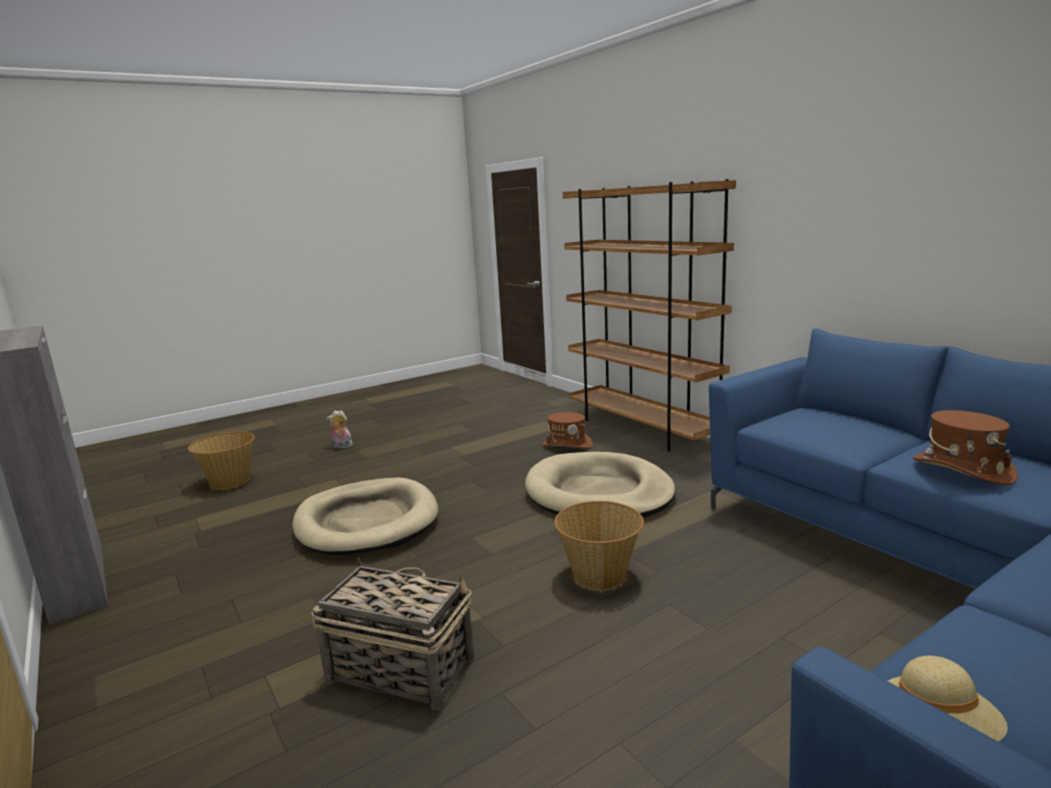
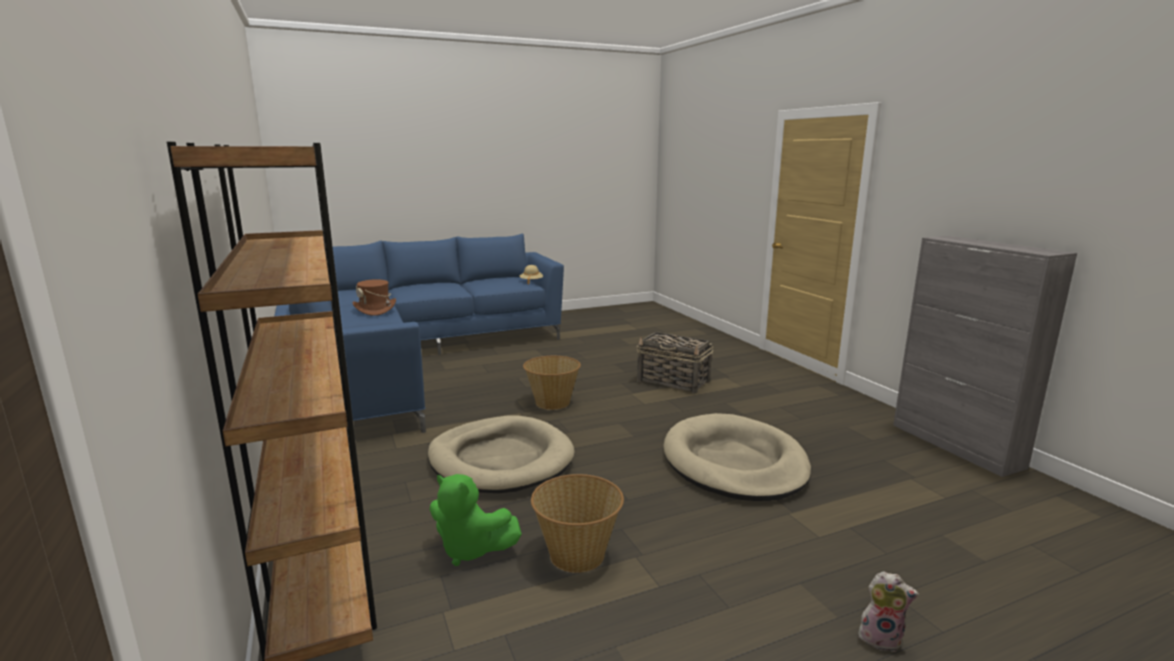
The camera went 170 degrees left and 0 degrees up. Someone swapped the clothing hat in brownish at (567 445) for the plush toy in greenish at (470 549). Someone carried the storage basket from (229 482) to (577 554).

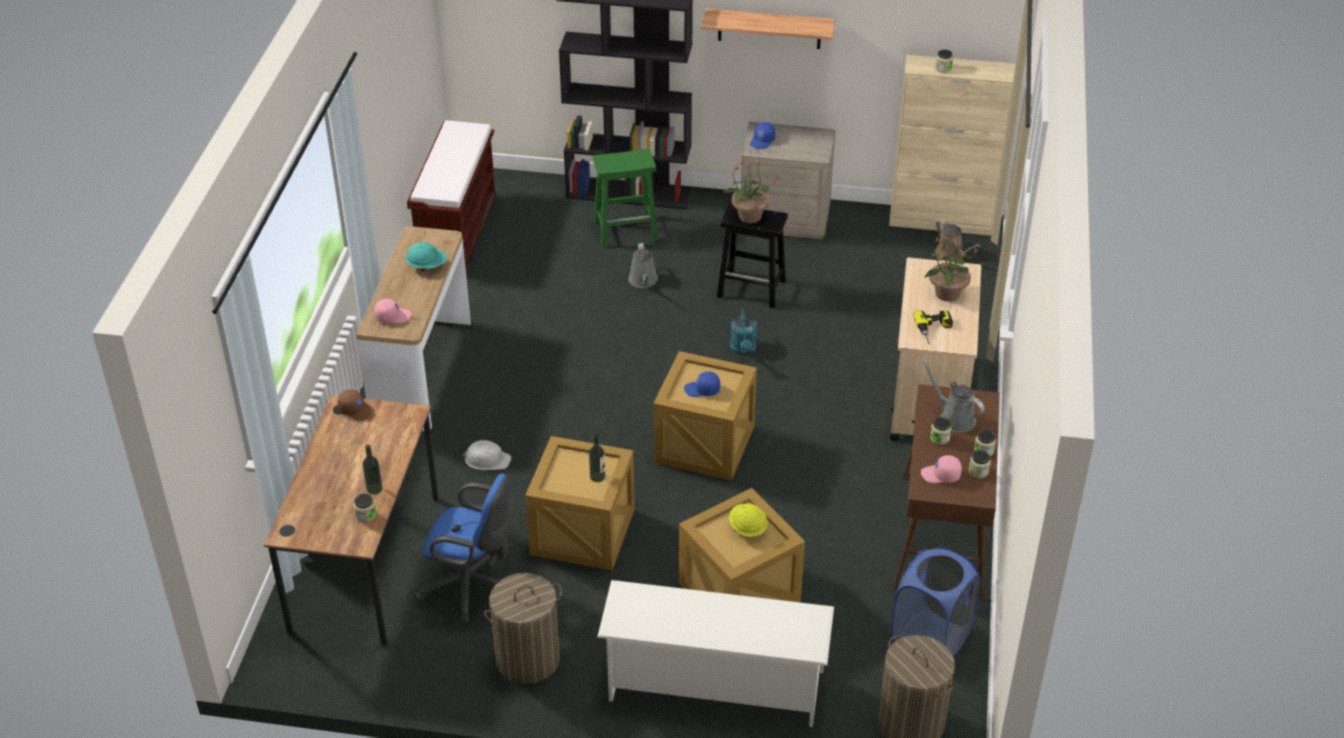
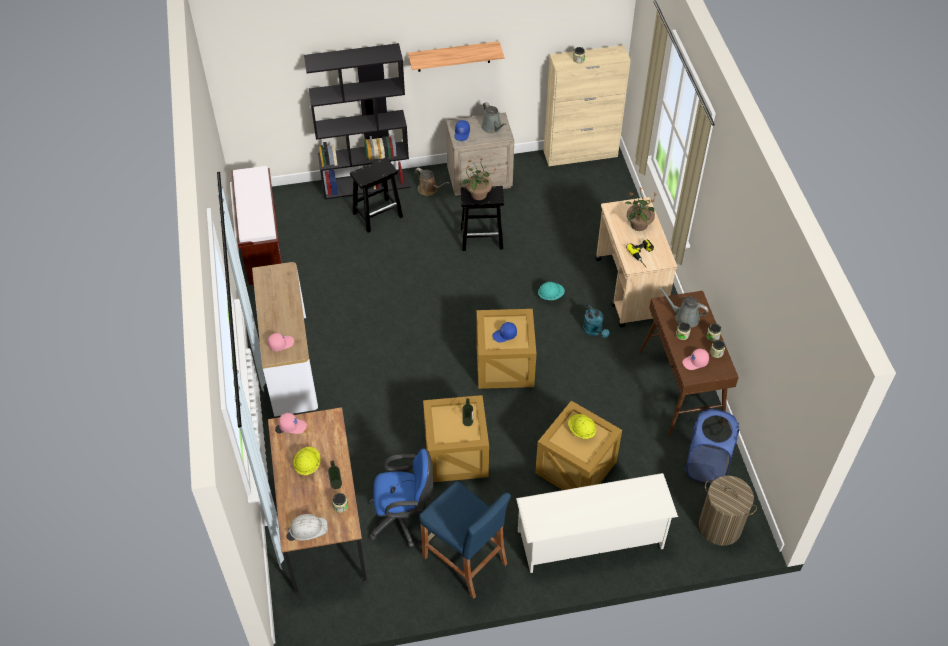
The camera went 20 degrees left and 10 degrees up. Someone repainted the sitting stool in greenish at (626 230), which became the sitting stool in black-coloured at (378 214). Someone carried the watering can in brownish from (951 255) to (429 189). Someone carried the safety helmet in blue-green from (427 266) to (550 296). Someone carried the watering can in gray from (643 281) to (492 128). Someone carried the watering can in blue-green from (743 350) to (594 331). Someone repainted the peaked cap in brownish at (357 410), which became the peaked cap in pink-coloured at (292 426). Someone carried the safety helmet in white-coloured from (487 459) to (308 528). Someone swapped the washing basket at (527 659) for the sitting stool in blue at (464 560). Someone put down the safety helmet in yellowish at (307 465).

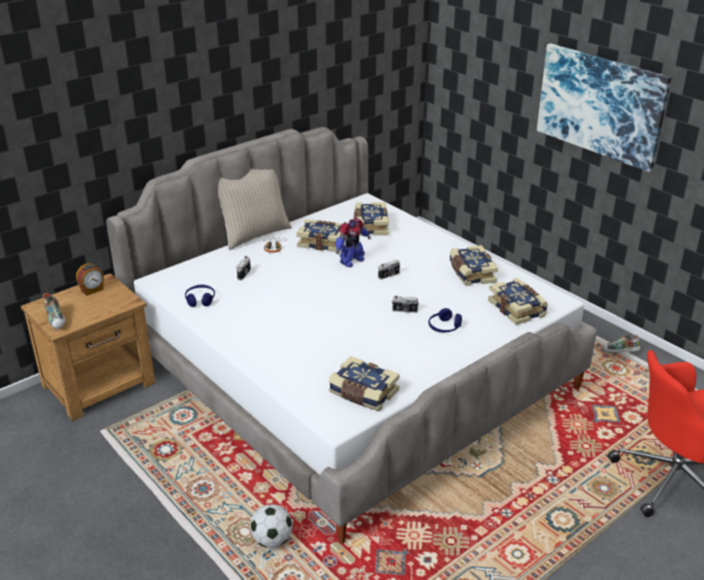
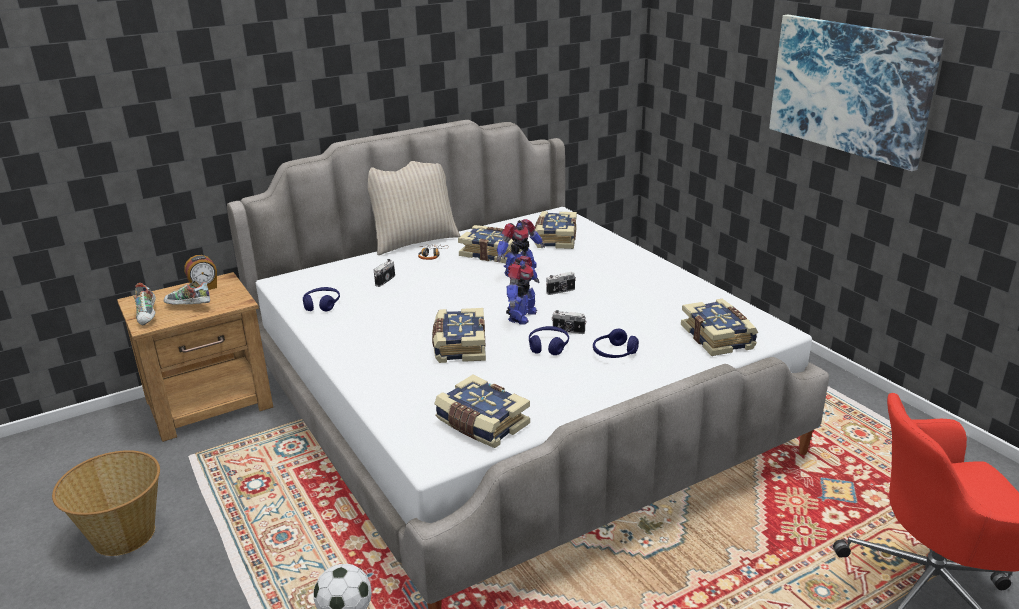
The camera went 10 degrees right and 5 degrees down. Someone carried the bound book from (471 273) to (459 346). Someone carried the low shoe from (619 353) to (188 307). Someone put down the robot figure at (521 316). Someone put down the headphones in blue at (548 346). Someone put down the storage basket at (123 534).

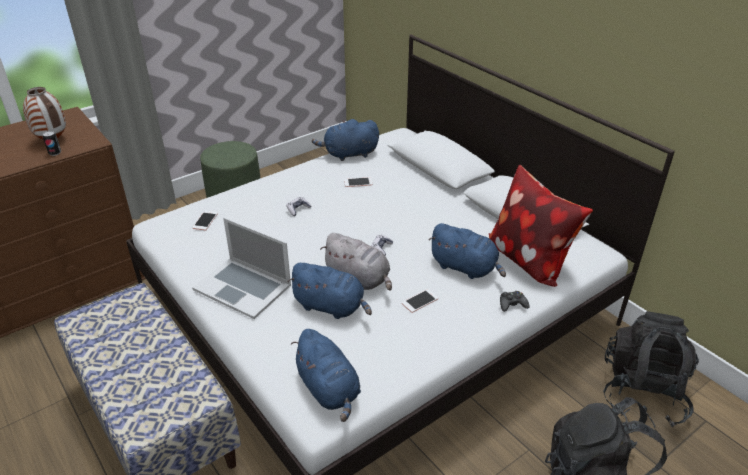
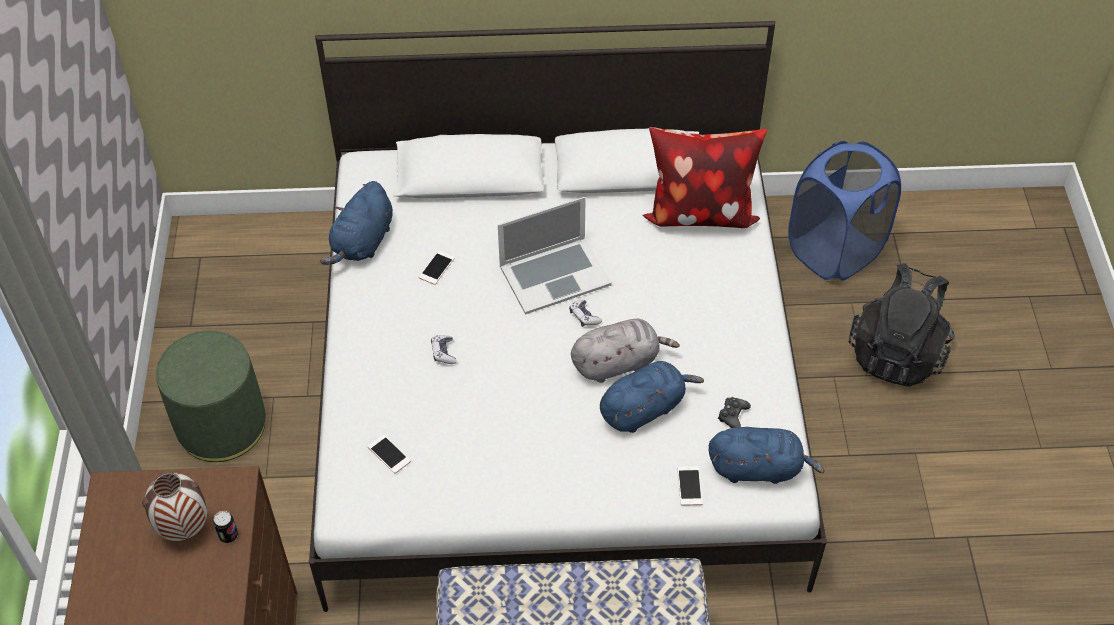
The camera went 55 degrees left and 15 degrees up. Someone carried the laptop from (243 287) to (554 274). Someone took away the plush toy in blue at (465 268). Someone carried the telephone from (420 301) to (689 486). Someone carried the gamepad in black-coloured from (512 304) to (733 415). Someone swapped the knapsack in black-coloured at (642 392) for the washing basket in blue at (834 251).

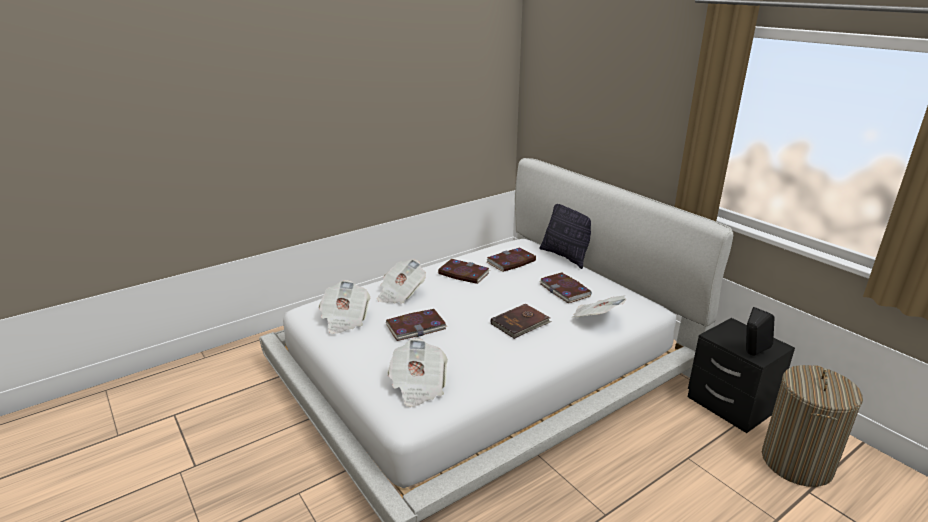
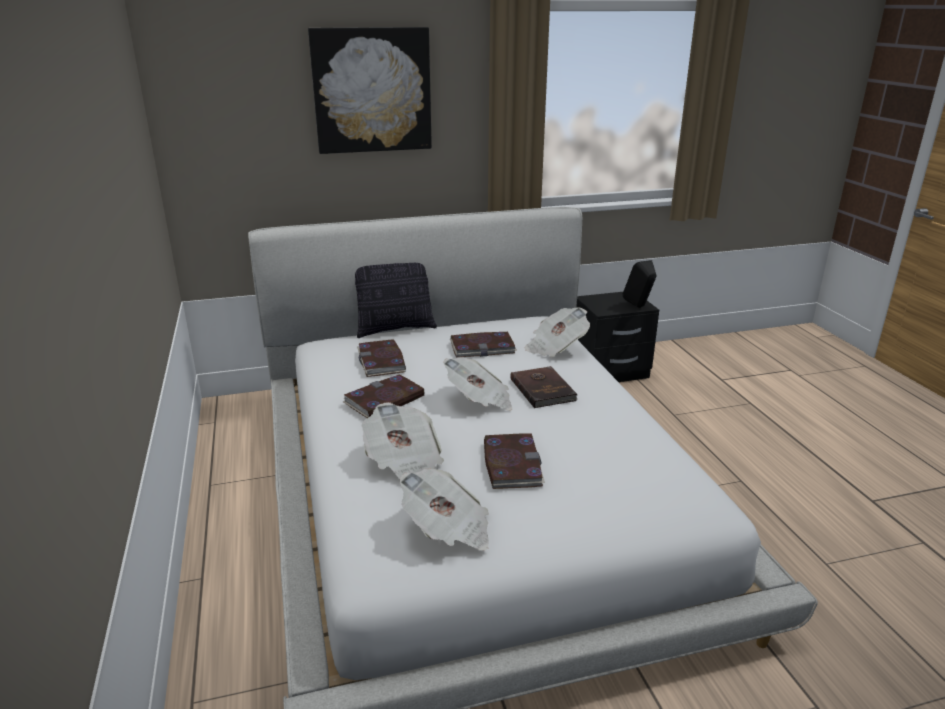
The camera went 70 degrees left and 0 degrees up. Someone carried the newspaper from (418 386) to (479 400). Someone took away the washing basket at (796 462). Someone put up the wall picture at (372 90).

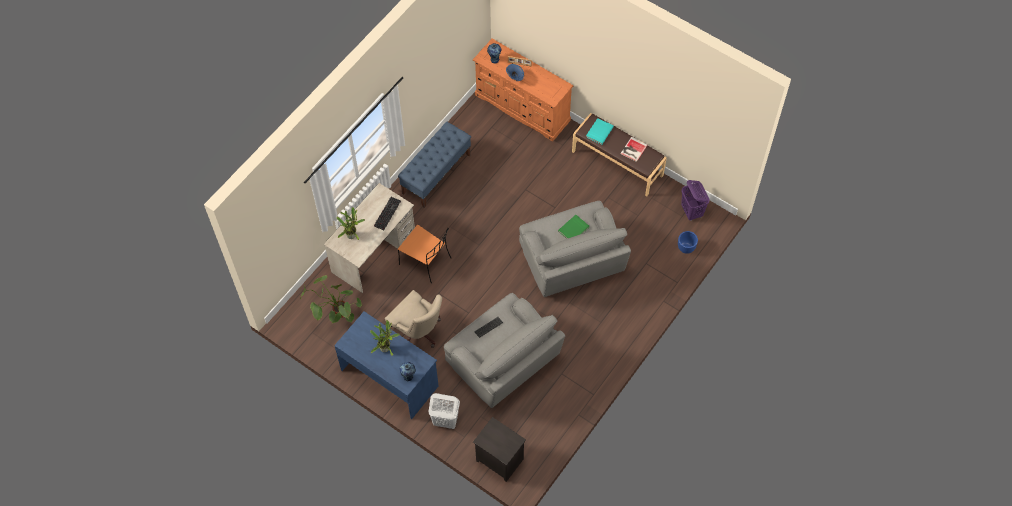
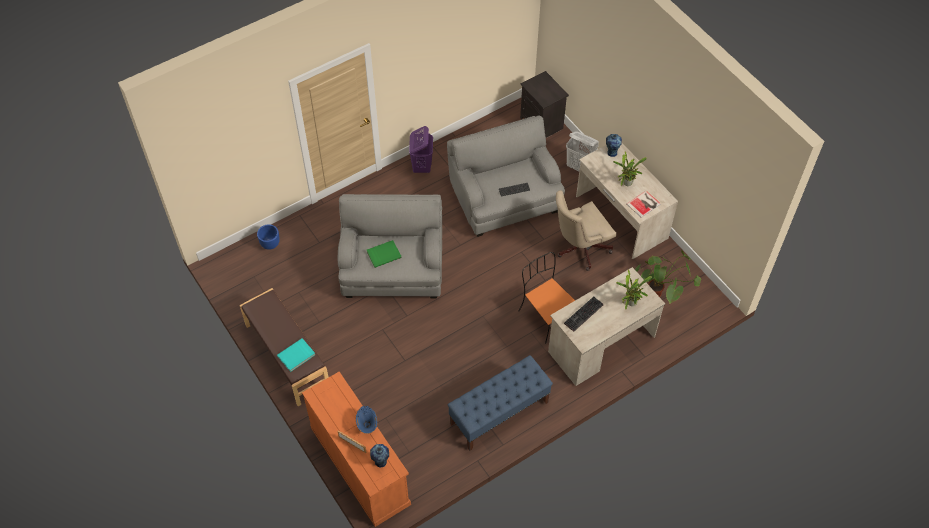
The camera went 160 degrees left and 5 degrees down. Someone carried the bound book from (633 149) to (644 204). Someone carried the washing basket in purple-coloured from (692 212) to (422 166). Someone rotated the desk chair in beige-coloured at (418 333) by 90 degrees counterclockwise. Someone repainted the desk unit in blue at (390 377), which became the desk unit in beige-coloured at (620 217).

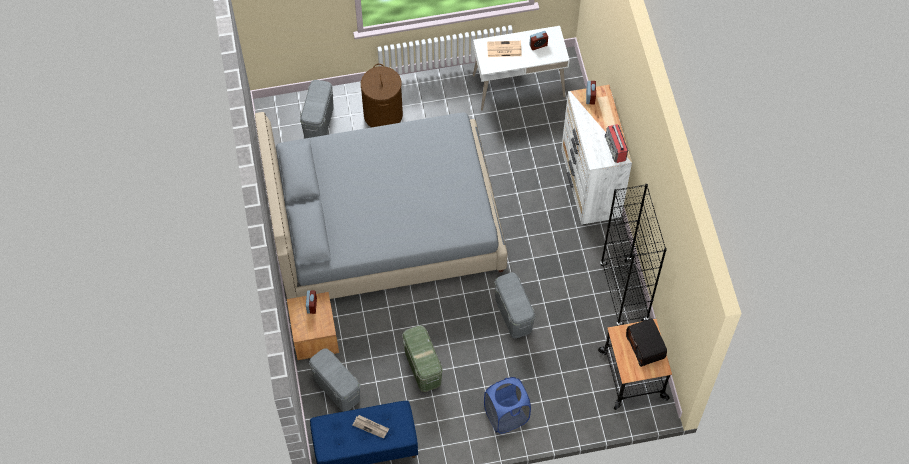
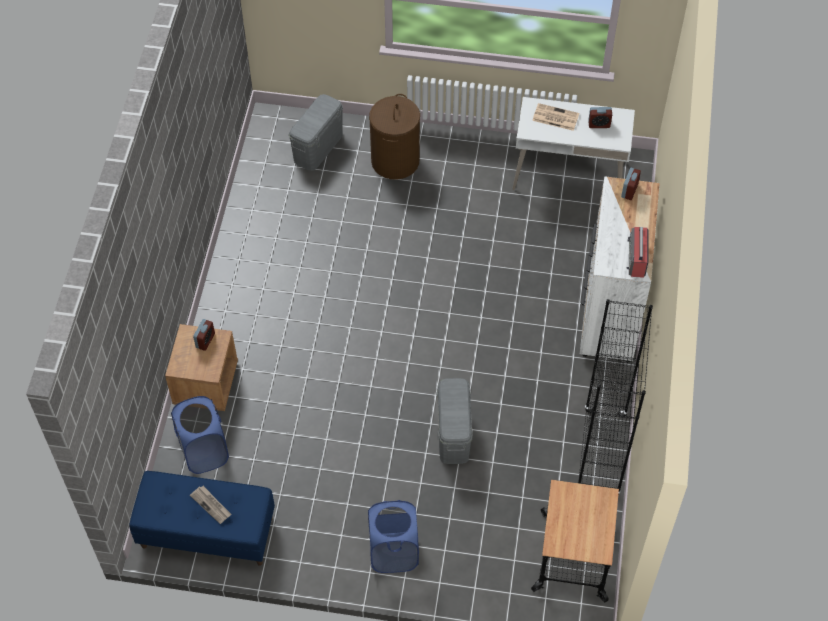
The camera went 20 degrees right and 5 degrees down. Someone took away the bedroom bed in gray at (384 224). Someone took away the radio set at (646 347). Someone took away the storage container in greenish at (423 367). Someone swapped the storage container in gray at (336 388) for the washing basket in blue at (204 452).

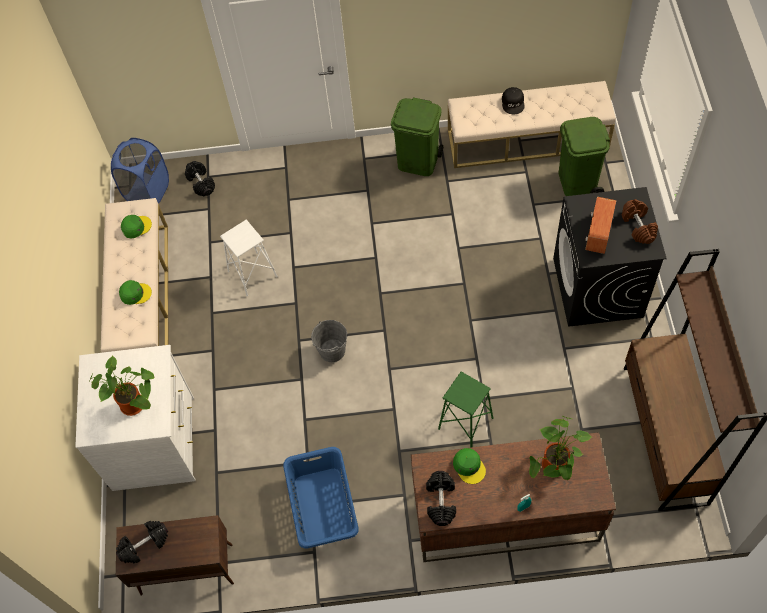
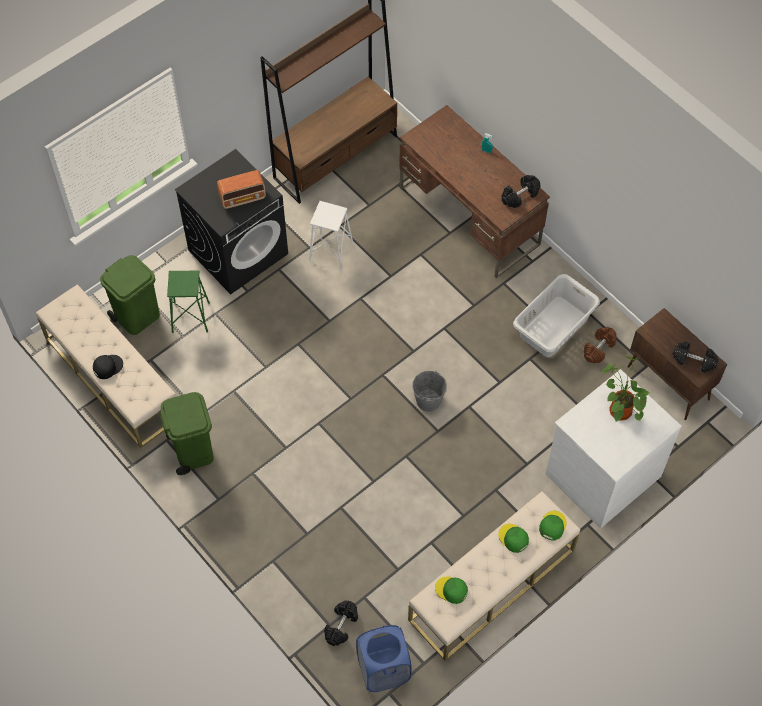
The camera went 130 degrees left and 0 degrees up. Someone carried the hand weight in brownish from (638 227) to (599 348). Someone carried the sitting stool in white-coloured from (252 274) to (331 252). Someone carried the sitting stool in greenish from (465 423) to (190 317). Someone took away the plant in a pot at (555 468). Someone repainted the washing basket in blue at (323 507), which became the washing basket in gray at (554 327). Someone carried the peaked cap in greenish from (469 466) to (552 526).

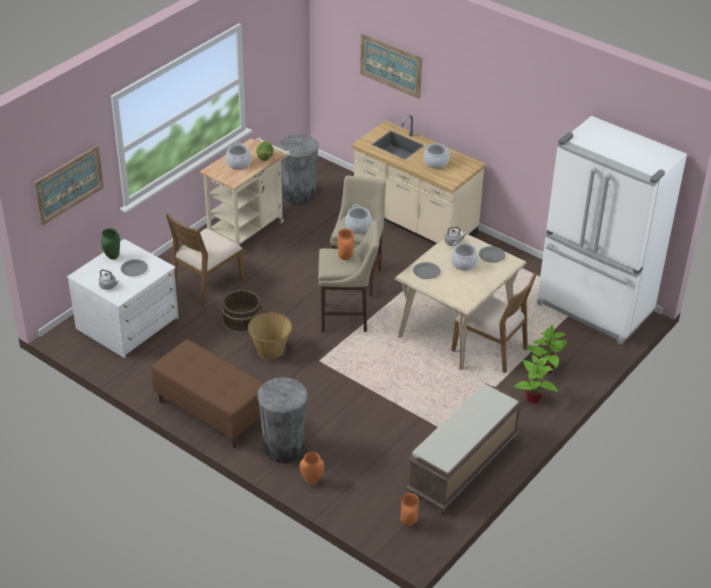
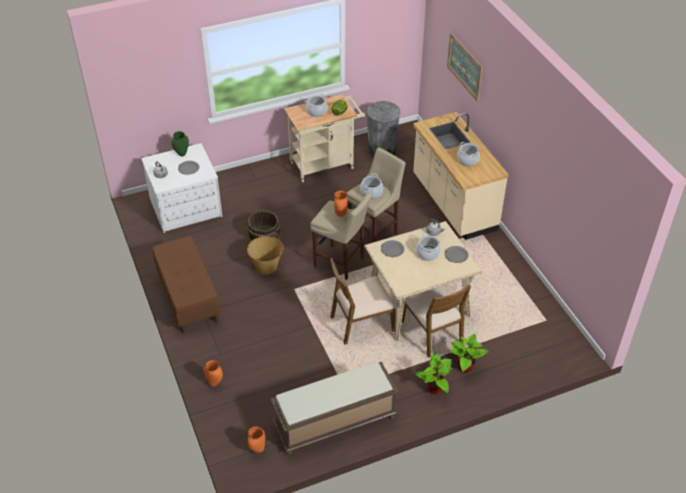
The camera went 30 degrees right and 5 degrees up. Someone took away the refrigerator in white-coloured at (594 309). Someone took away the wall picture at (69 184). Someone carried the chair in brownish from (207 283) to (361 323). Someone took away the waste bin in gray at (284 448).

